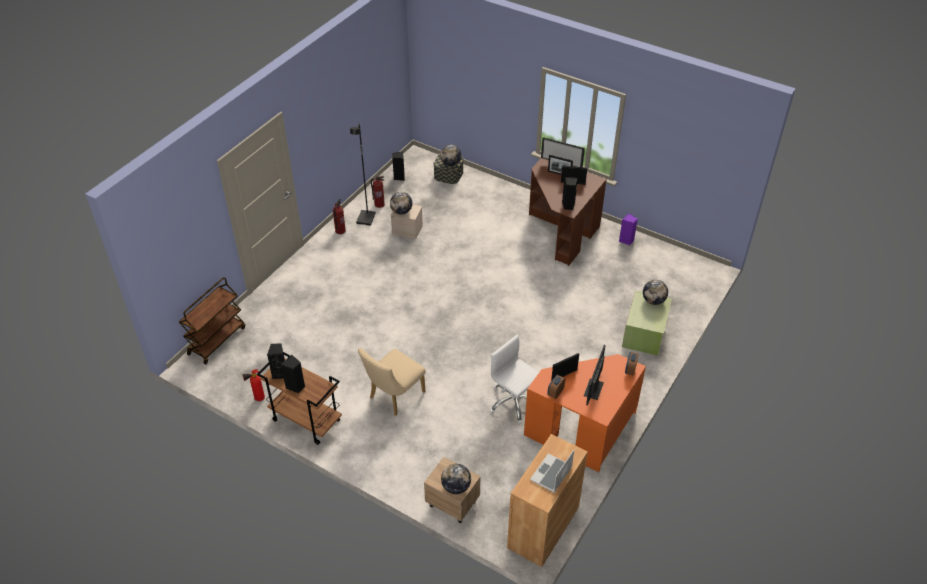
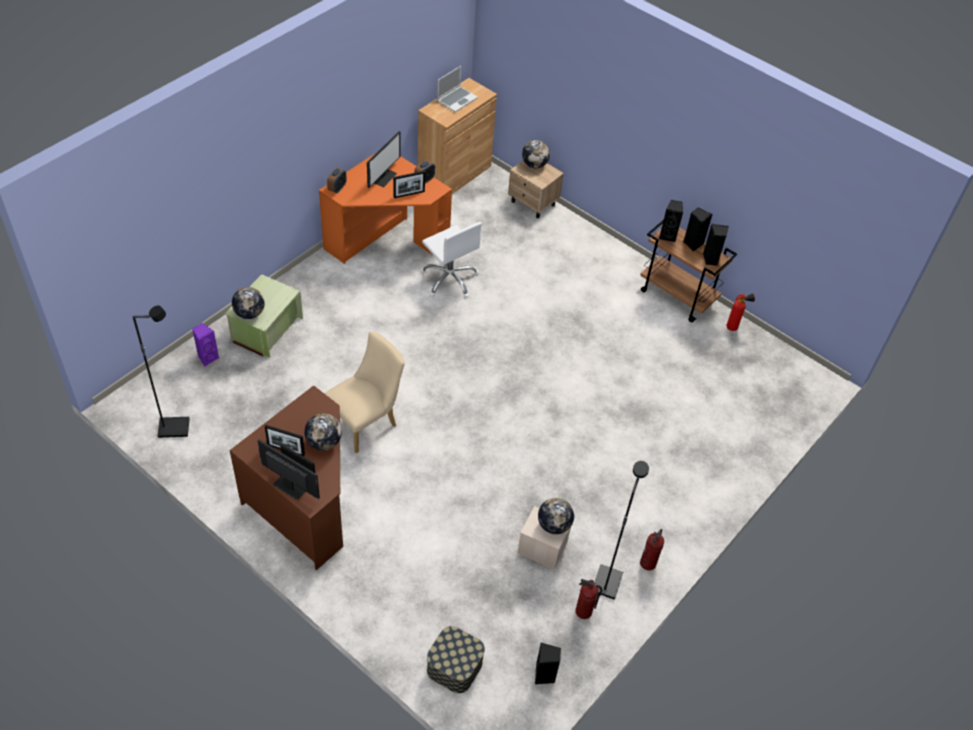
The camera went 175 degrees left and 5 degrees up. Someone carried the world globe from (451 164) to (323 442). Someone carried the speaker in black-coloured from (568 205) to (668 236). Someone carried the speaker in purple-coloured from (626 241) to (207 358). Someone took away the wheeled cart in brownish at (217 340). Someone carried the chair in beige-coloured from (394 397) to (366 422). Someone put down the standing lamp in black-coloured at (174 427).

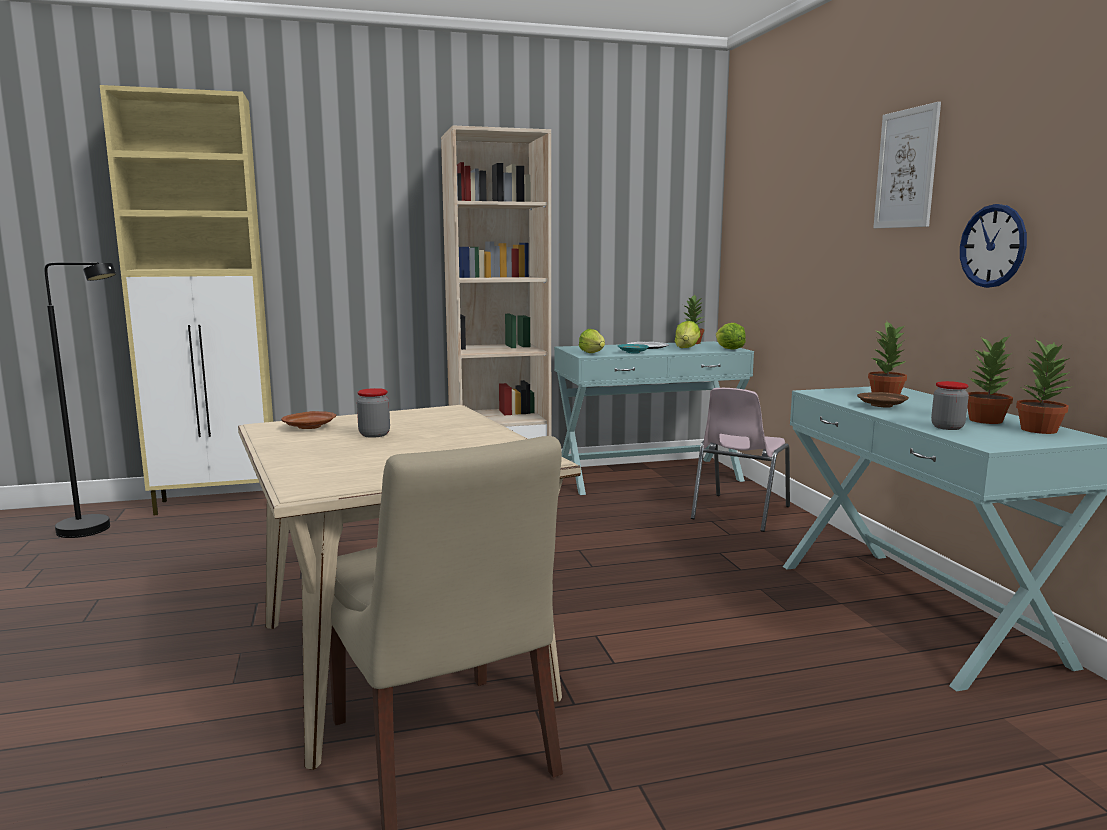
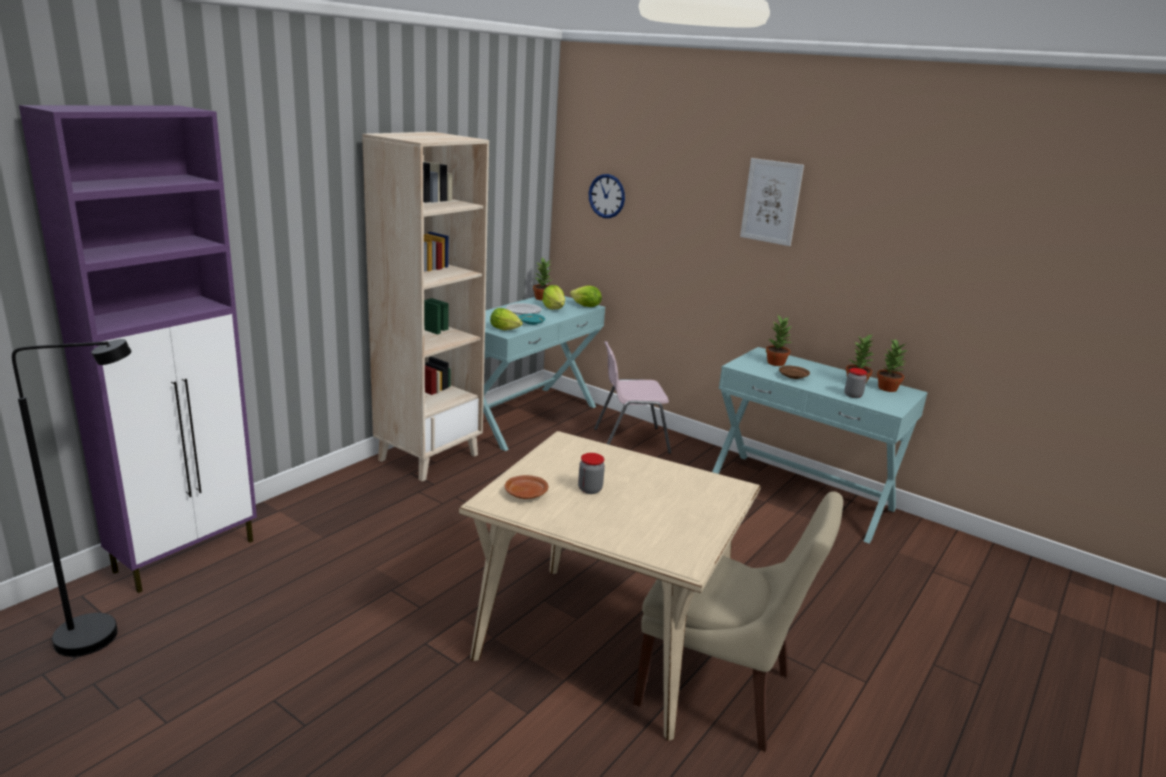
The camera went 40 degrees left and 10 degrees up. Someone repainted the cupboard in beige-coloured at (218 503), which became the cupboard in purple-coloured at (187 555). Someone carried the clock on the wall from (992 246) to (606 196). Someone rotated the chair in pink-coloured at (738 513) by 90 degrees clockwise.

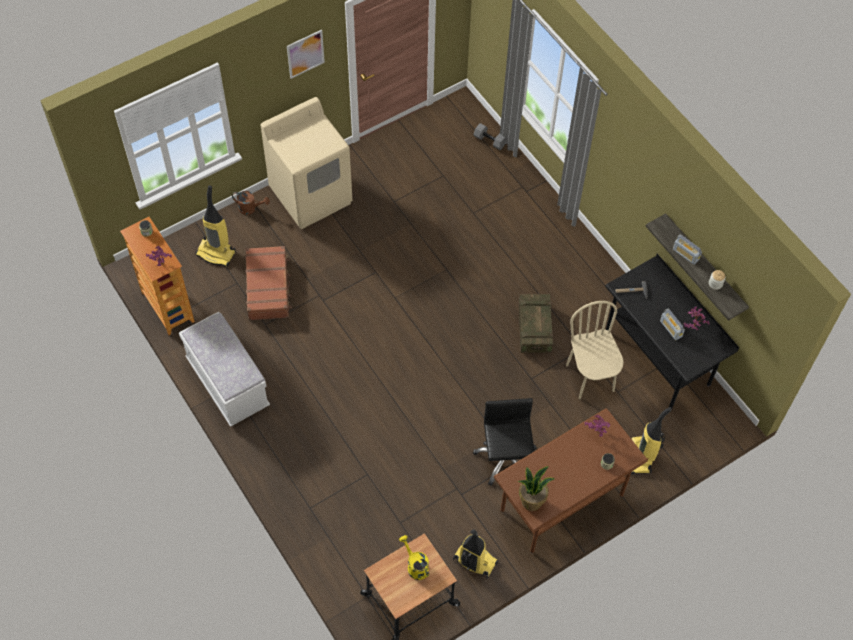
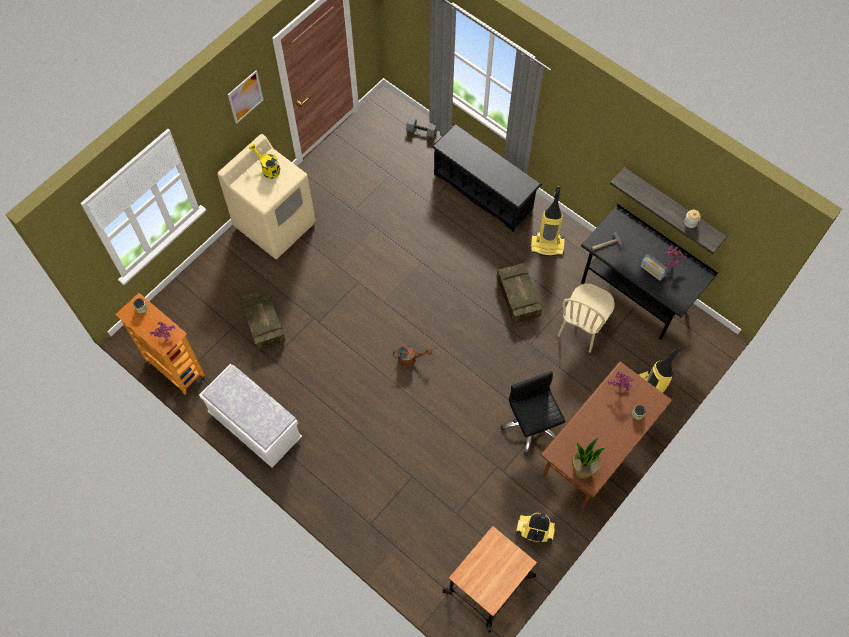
The camera went 15 degrees left and 5 degrees up. Someone carried the vacuum cleaner from (216 253) to (547 245). Someone carried the watering can in brownish from (250 208) to (410 359). Someone took away the radio set at (685 254). Someone swapped the suitcase in brownish at (268 287) for the crate at (264 323). Someone rotated the chair in beige-coloured at (590 378) by 120 degrees counterclockwise. Someone carried the watering can in yellowish from (415 566) to (268 169). Someone put down the shoe shelf in black-coloured at (483 192).

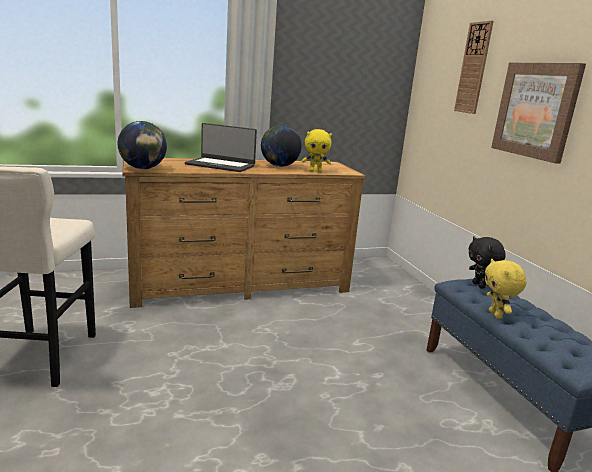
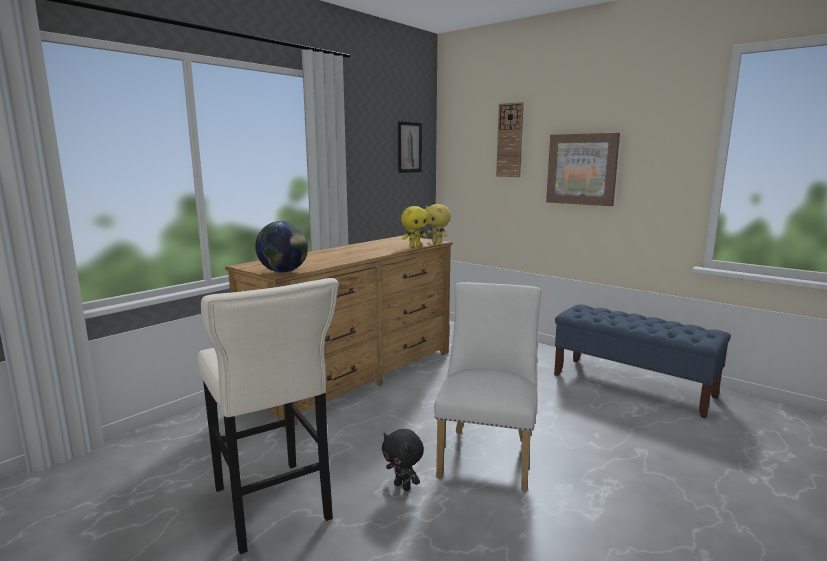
The camera went 30 degrees left and 5 degrees down. Someone took away the laptop at (220 165). Someone took away the world globe at (279 166). Someone carried the plush toy in black-coloured from (479 285) to (403 486). Someone carried the plush toy in yellowish from (496 315) to (437 242). Someone put up the wall picture at (409 147). Someone put down the chair in white-coloured at (487 454).

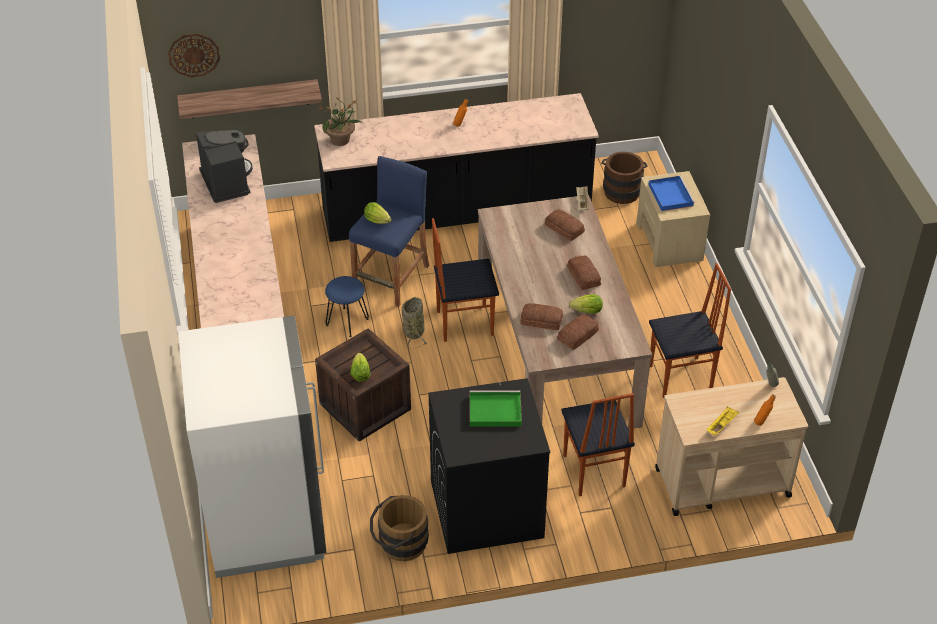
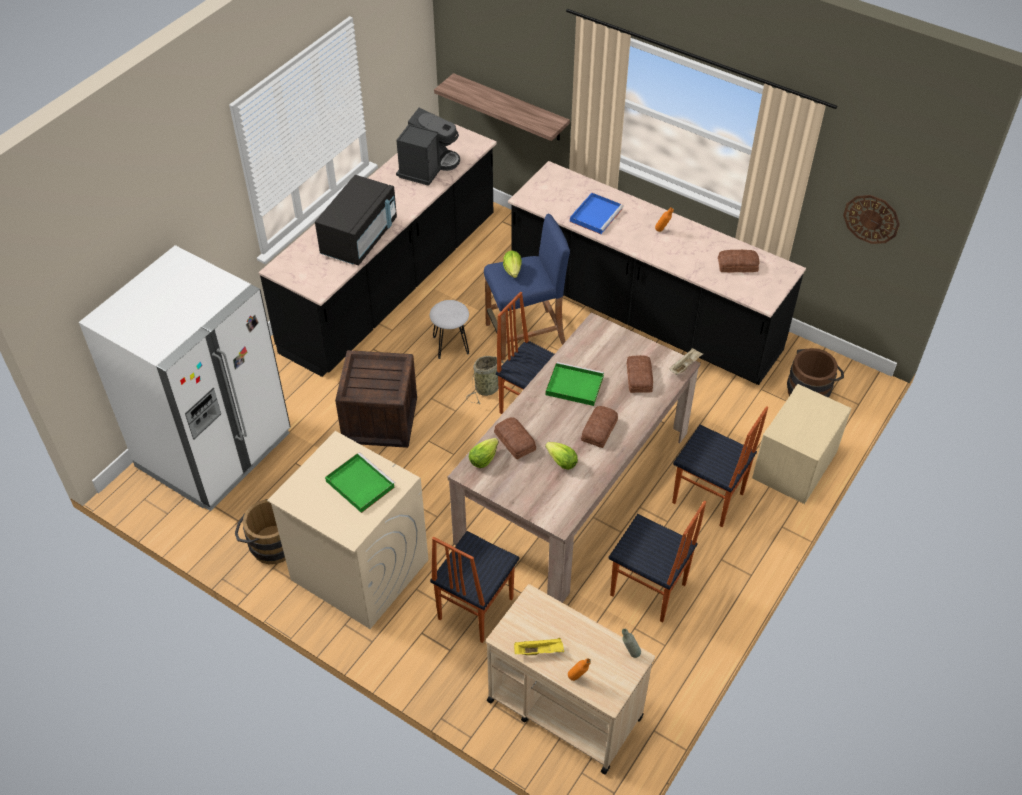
The camera went 45 degrees right and 5 degrees up. Someone carried the clock on the wall from (194 55) to (871 219). Someone took away the plant in a pot at (341 140). Someone carried the carrying tray in blue from (670 194) to (596 214). Someone repainted the sitting stool in blue at (347 321), which became the sitting stool in white-coloured at (451 345). Someone carried the baked bread from (578 335) to (738 266). Someone carried the head of lettuce from (360 374) to (483 459). Someone repainted the laundry machine in black-coloured at (485 510), which became the laundry machine in beige-coloured at (358 570). Someone put down the microwave oven in black-coloured at (359 238). Someone put down the carrying tray in greenish at (573 386). Someone put down the chair at (708 499).

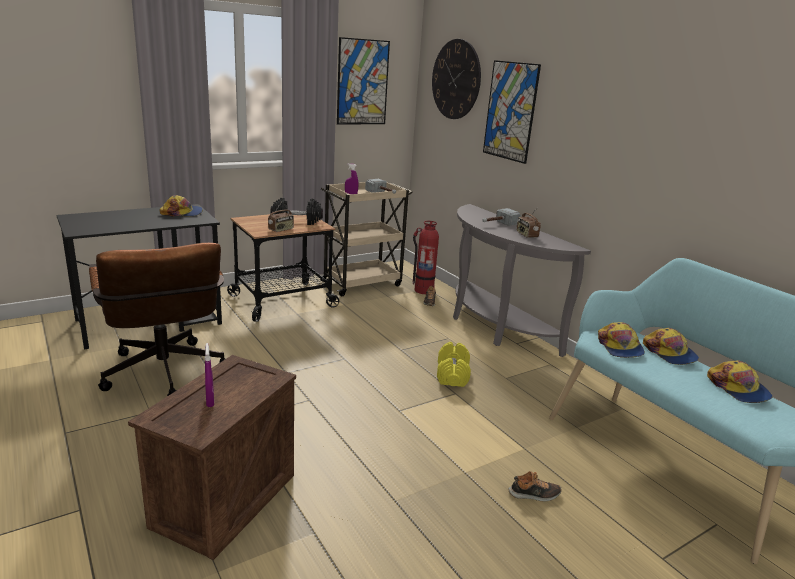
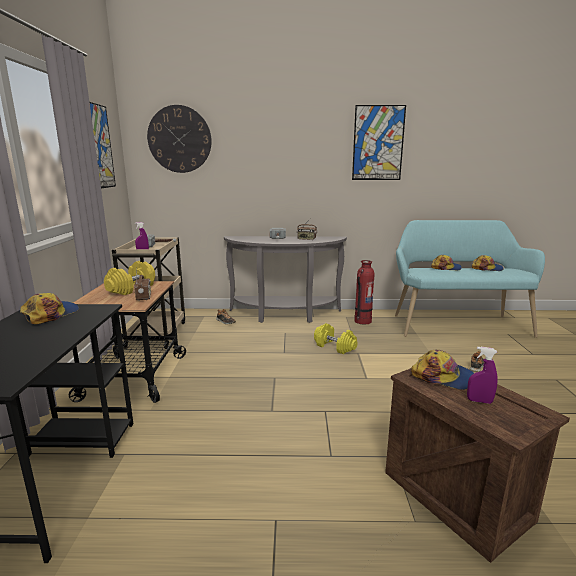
The camera went 55 degrees left and 5 degrees down. Someone carried the wall picture from (510 111) to (378 143). Someone repainted the hand weight in black-coloured at (296 221), which became the hand weight in yellowish at (132 288). Someone carried the fire-fighting cylinder from (423 290) to (362 321). Someone took away the desk chair in brownish at (165 377). Someone carried the peaked cap from (620 347) to (443 376).

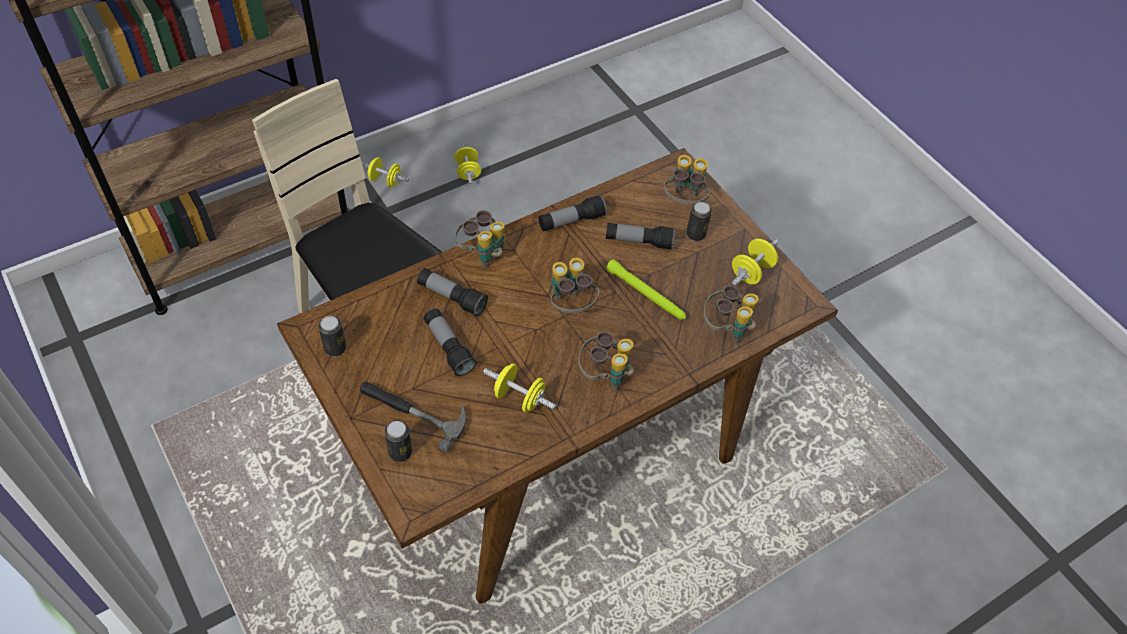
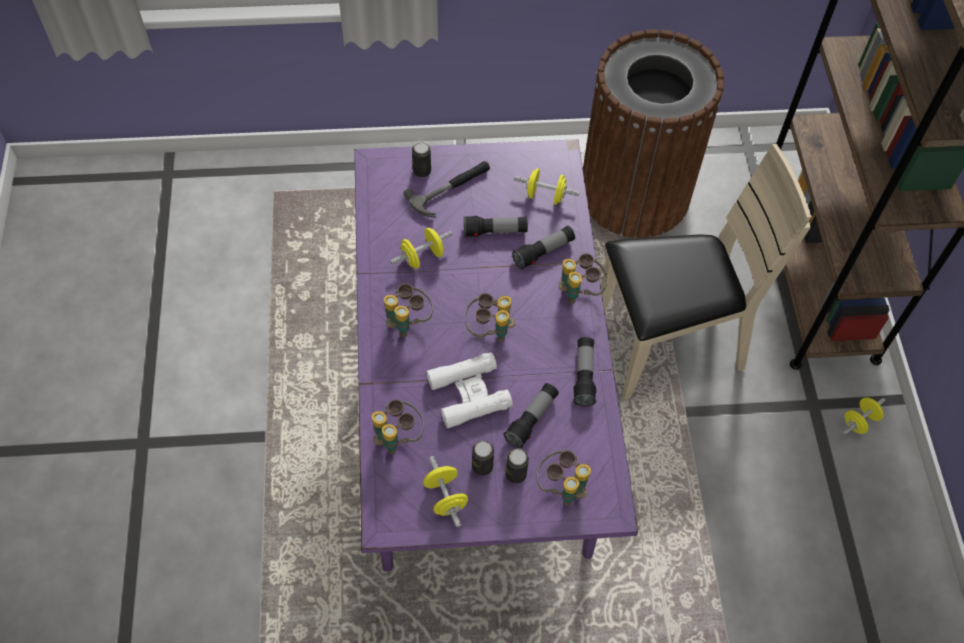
The camera went 120 degrees right and 5 degrees up. Someone carried the hand weight in yellowish from (468 172) to (545 196). Someone repainted the dinner table in brownish at (552 447), which became the dinner table in purple-coloured at (477 429). Someone swapped the flashlight in greenish at (646 294) for the field glasses in white-coloured at (469 393). Someone carried the can from (335 348) to (482 466). Someone put down the waste bin in brownish at (634 193).

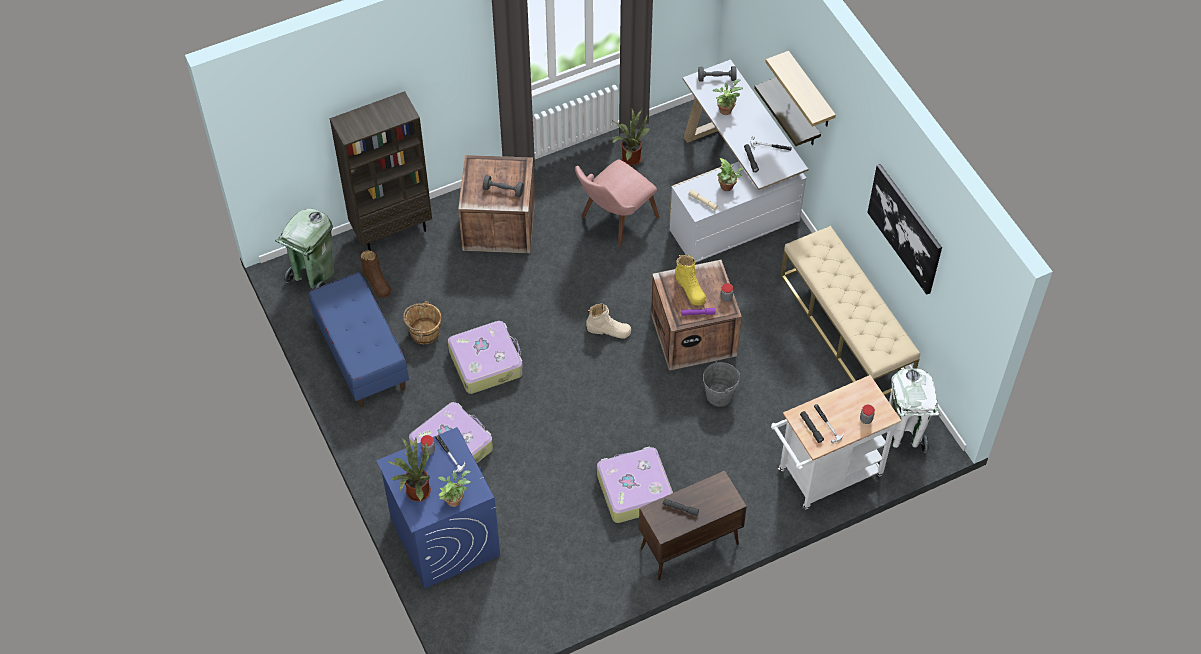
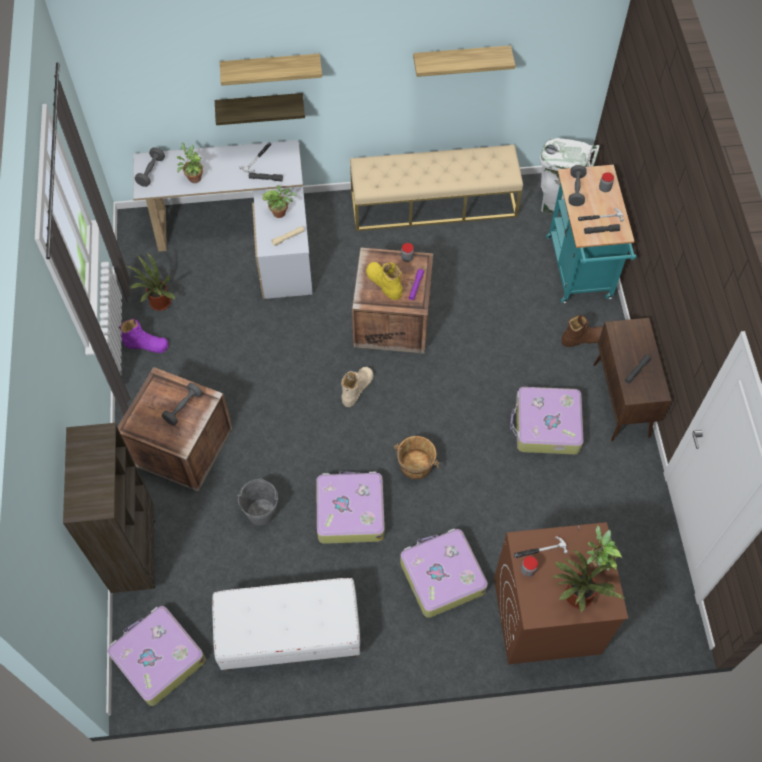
The camera went 70 degrees left and 5 degrees up. Someone took away the chair in pink-coloured at (613 221). Someone swapped the wall picture at (905 228) for the shelf at (461 60). Someone swapped the waste bin in greenish at (313 276) for the suitcase at (158 658). Someone carried the tall boot in brownish from (376 282) to (583 338). Someone rotated the tall boot in yellowish at (690 288) by 120 degrees counterclockwise. Someone repainted the indoor bench in blue at (361 355), which became the indoor bench in white-coloured at (289 636). Someone carried the pail in brownish from (424 332) to (415 466). Someone carried the pail in gray from (719 395) to (261 512). Someone repainted the wheeled cart in white-coloured at (824 475), which became the wheeled cart in blue-green at (580 272). Someone repainted the laundry machine in blue at (444 536), which became the laundry machine in brownish at (546 616). Someone put down the hand weight in gray at (576 190). Someone put down the tall boot in purple-coloured at (146 344).

